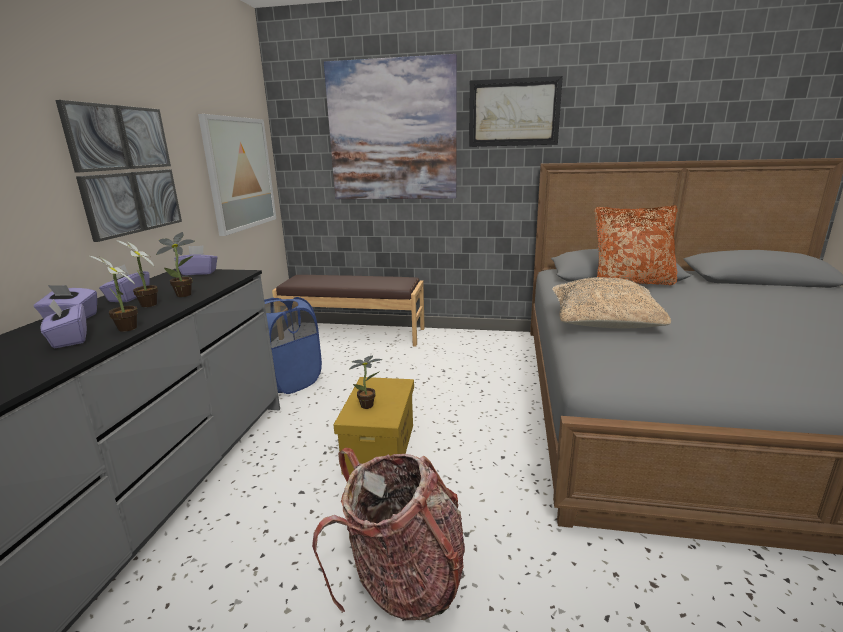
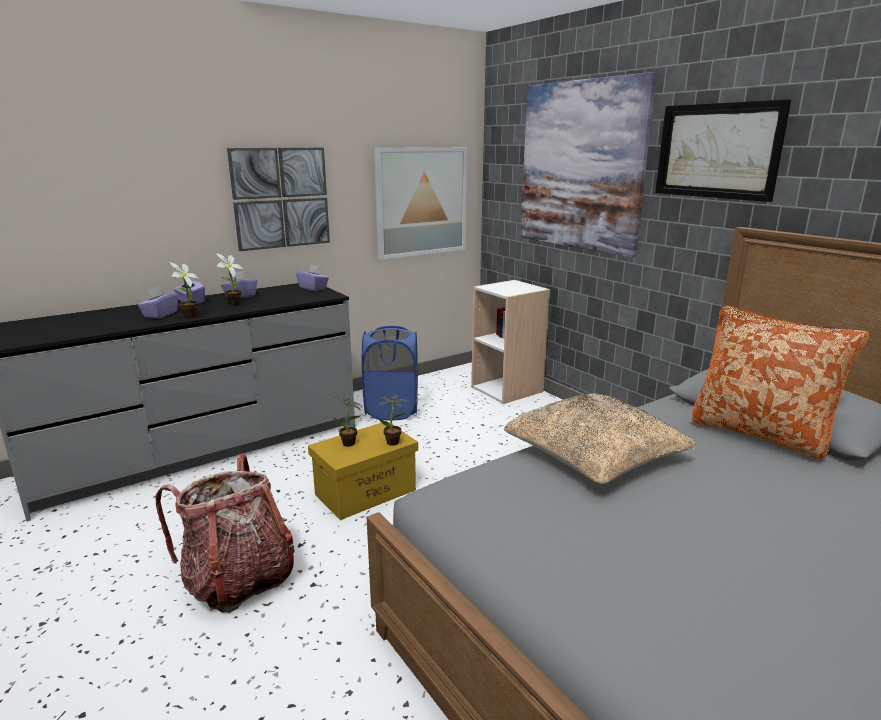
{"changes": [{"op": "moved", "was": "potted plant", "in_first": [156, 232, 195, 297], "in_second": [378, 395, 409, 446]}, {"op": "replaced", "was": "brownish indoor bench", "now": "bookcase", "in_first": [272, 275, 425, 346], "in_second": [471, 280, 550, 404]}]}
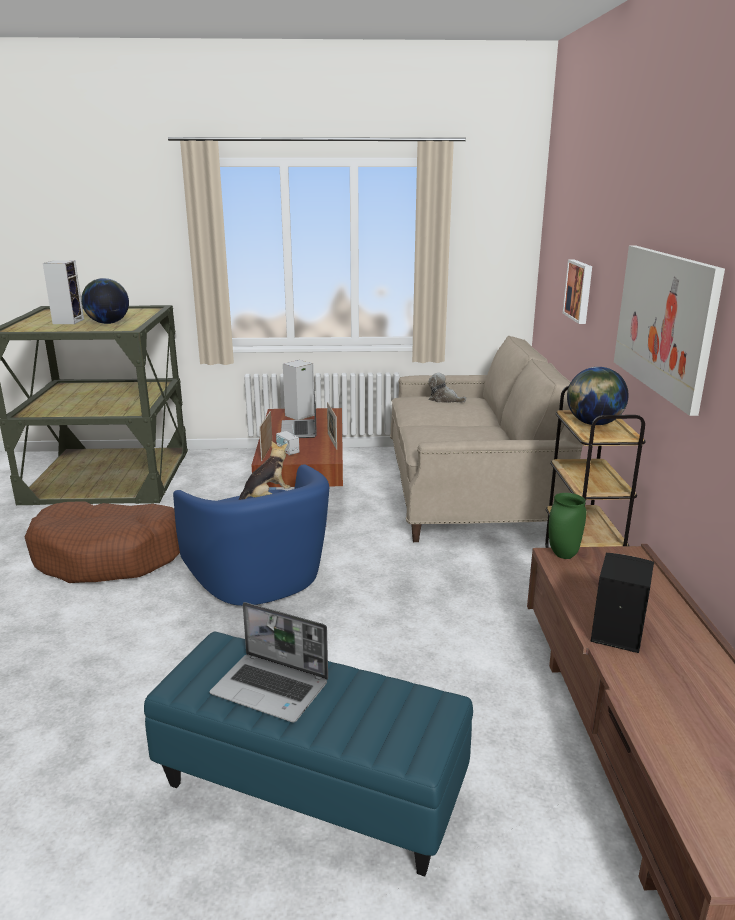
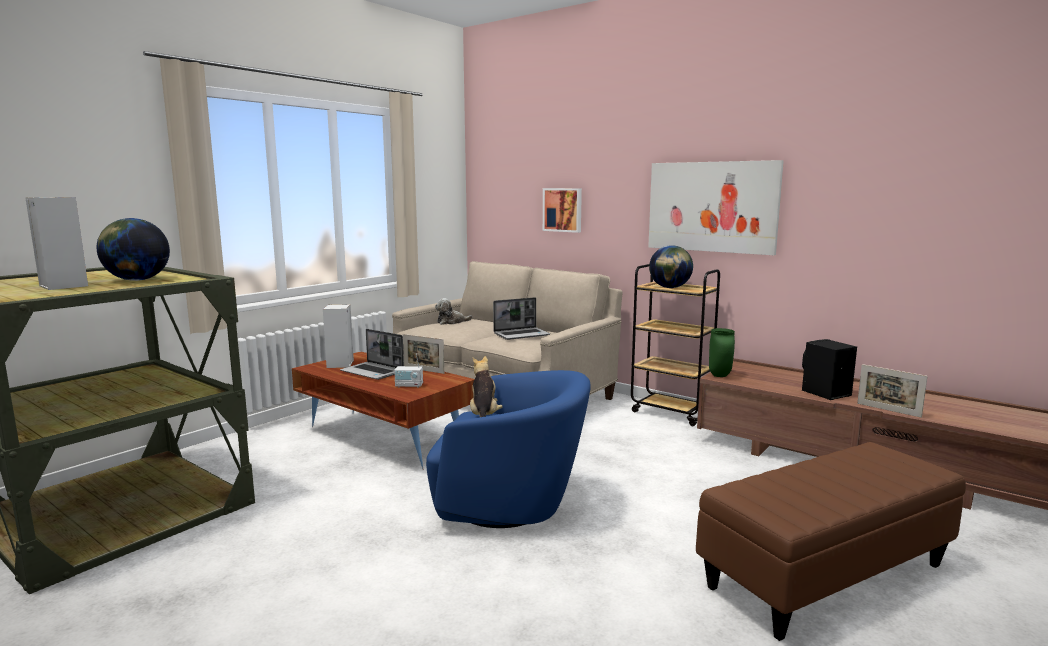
{"changes": [{"op": "moved", "was": "notebook computer", "in_first": [210, 602, 328, 722], "in_second": [493, 297, 550, 340]}, {"op": "recoloured", "was": "blue ottoman", "now": "brownish ottoman", "in_first": [144, 632, 473, 877], "in_second": [696, 442, 966, 641]}, {"op": "moved", "was": "photo frame", "in_first": [259, 411, 272, 461], "in_second": [857, 364, 928, 418]}, {"op": "removed", "was": "brownish dog bed", "in_first": [25, 501, 180, 583]}]}
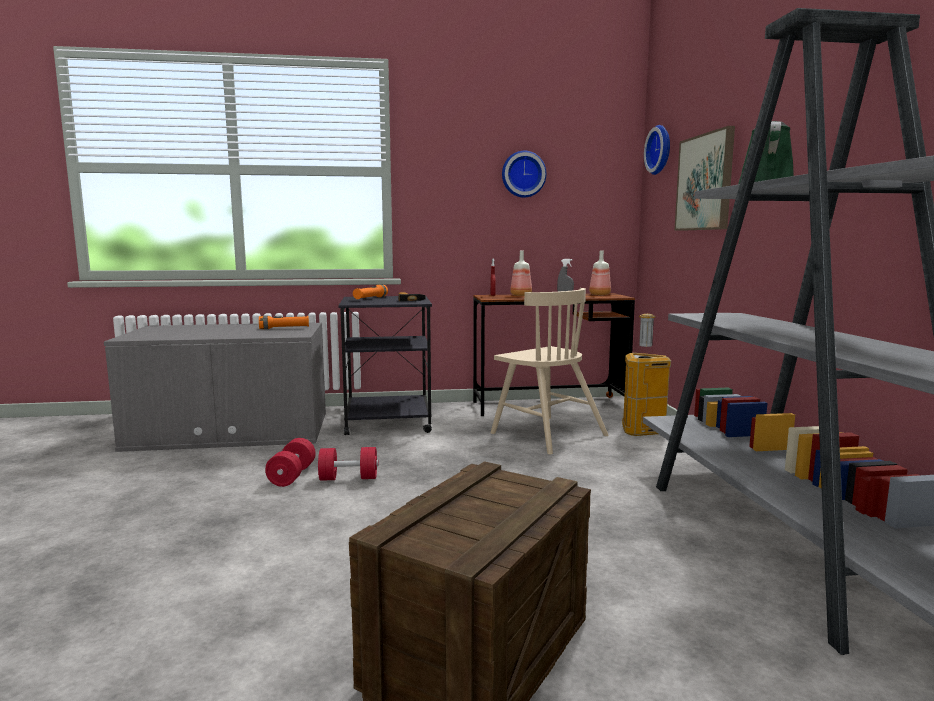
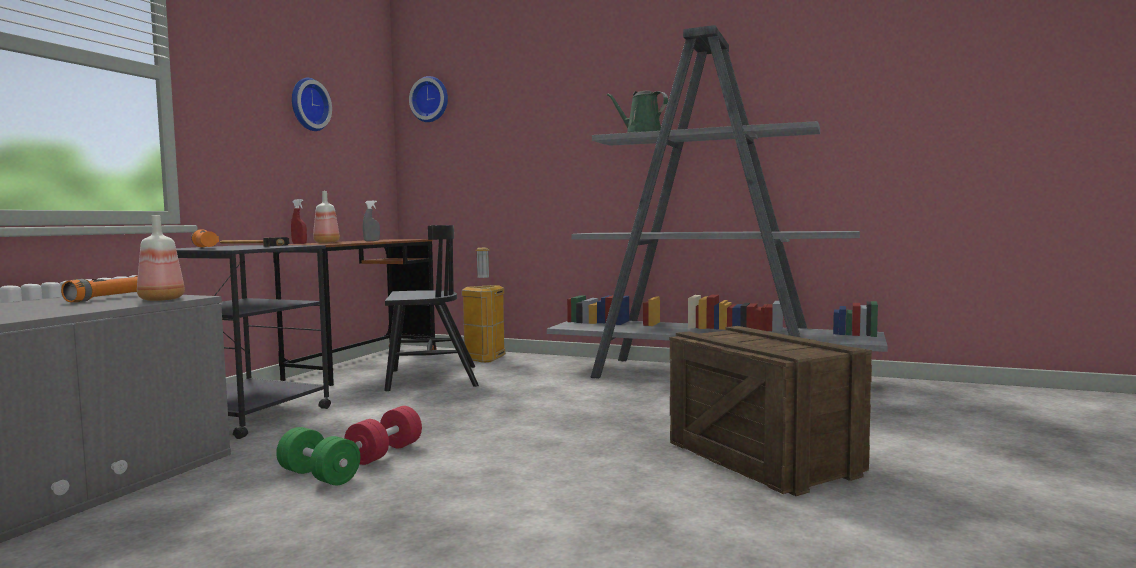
{"changes": [{"op": "moved", "was": "drink bottle", "in_first": [589, 250, 611, 295], "in_second": [137, 215, 185, 301]}, {"op": "recoloured", "was": "reddish free weight", "now": "greenish free weight", "in_first": [265, 438, 316, 487], "in_second": [276, 427, 360, 485]}, {"op": "recoloured", "was": "beige upright chair", "now": "black-coloured upright chair", "in_first": [491, 288, 609, 454], "in_second": [384, 225, 479, 391]}, {"op": "removed", "was": "wall picture", "in_first": [674, 126, 735, 231]}]}
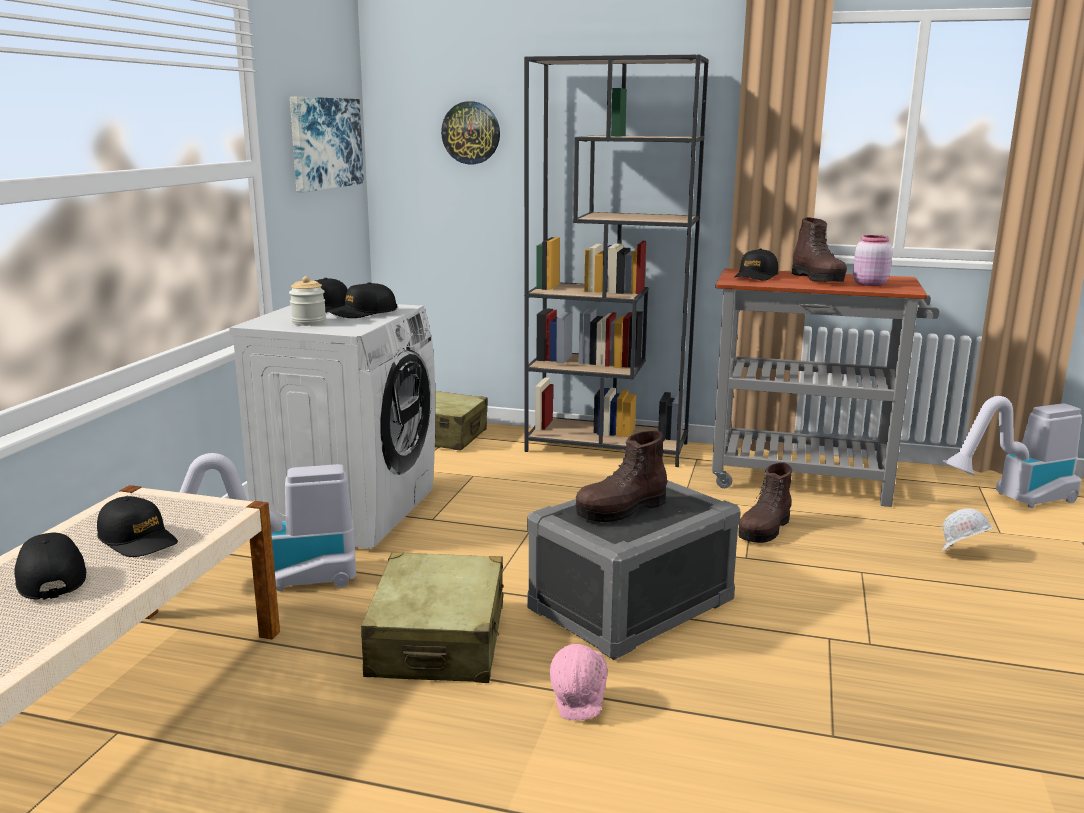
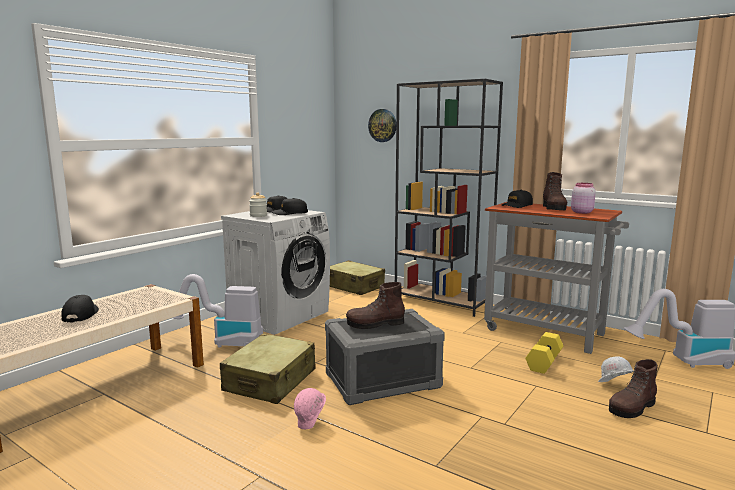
{"changes": [{"op": "added", "now": "yellow free weight", "in_second": [525, 332, 563, 374]}, {"op": "moved", "was": "brownish boot", "in_first": [738, 462, 792, 543], "in_second": [609, 359, 658, 418]}, {"op": "removed", "was": "black-coloured baseball cap", "in_first": [97, 496, 178, 557]}, {"op": "removed", "was": "wall picture", "in_first": [290, 97, 364, 192]}]}
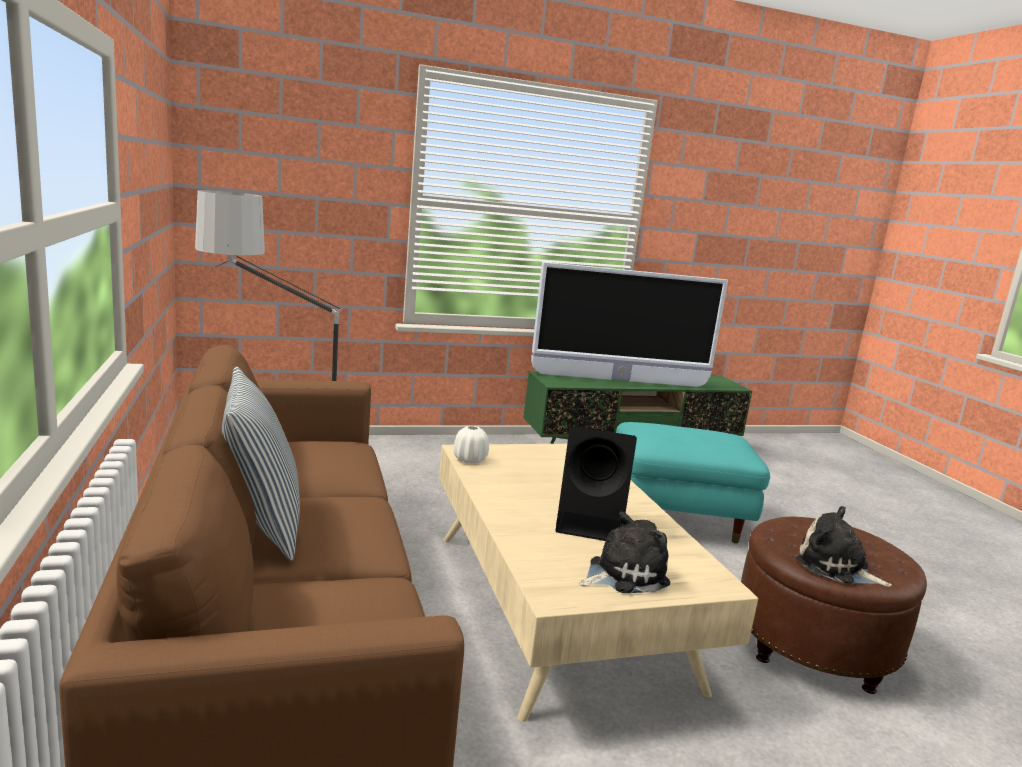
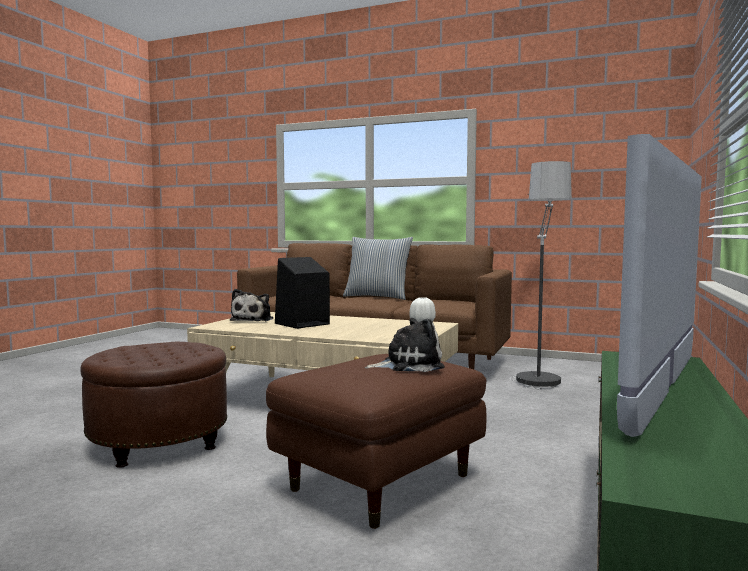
{"changes": [{"op": "recoloured", "was": "blue-green ottoman", "now": "brownish ottoman", "in_first": [616, 422, 770, 544], "in_second": [266, 354, 486, 529]}, {"op": "moved", "was": "cuddly toy", "in_first": [796, 506, 892, 587], "in_second": [365, 318, 445, 372]}]}
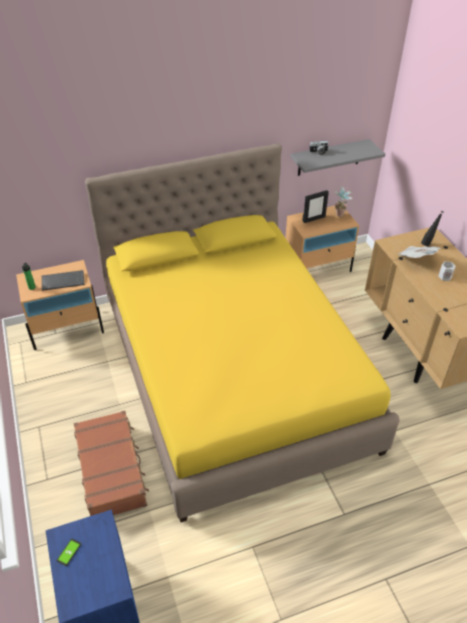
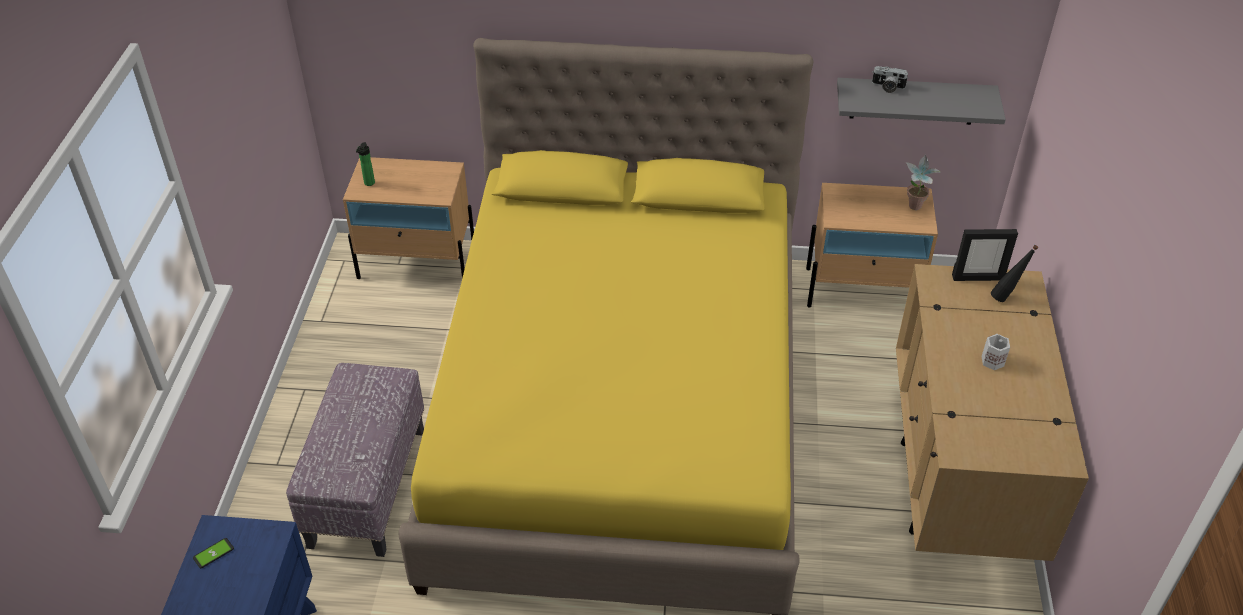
{"changes": [{"op": "replaced", "was": "brownish piece of luggage", "now": "ottoman", "in_first": [74, 411, 149, 516], "in_second": [286, 363, 425, 557]}, {"op": "moved", "was": "photo frame", "in_first": [302, 190, 329, 223], "in_second": [952, 229, 1018, 281]}, {"op": "removed", "was": "keyboard", "in_first": [42, 270, 84, 291]}, {"op": "removed", "was": "newspaper", "in_first": [399, 246, 441, 258]}]}
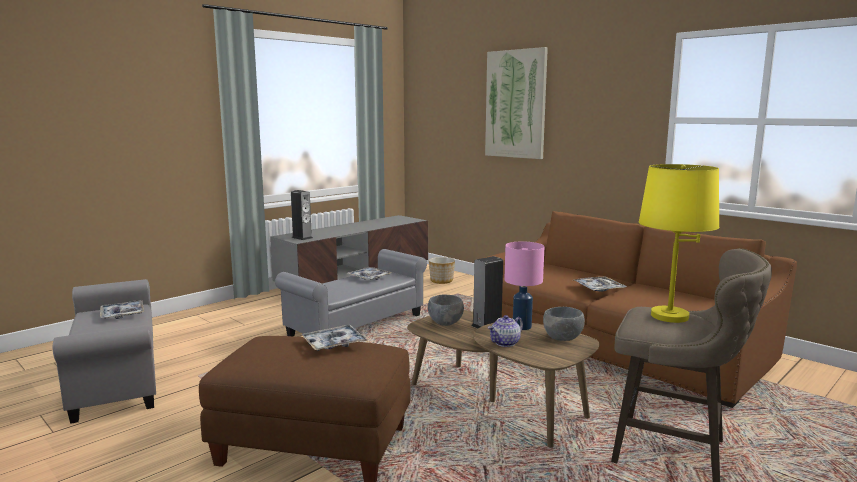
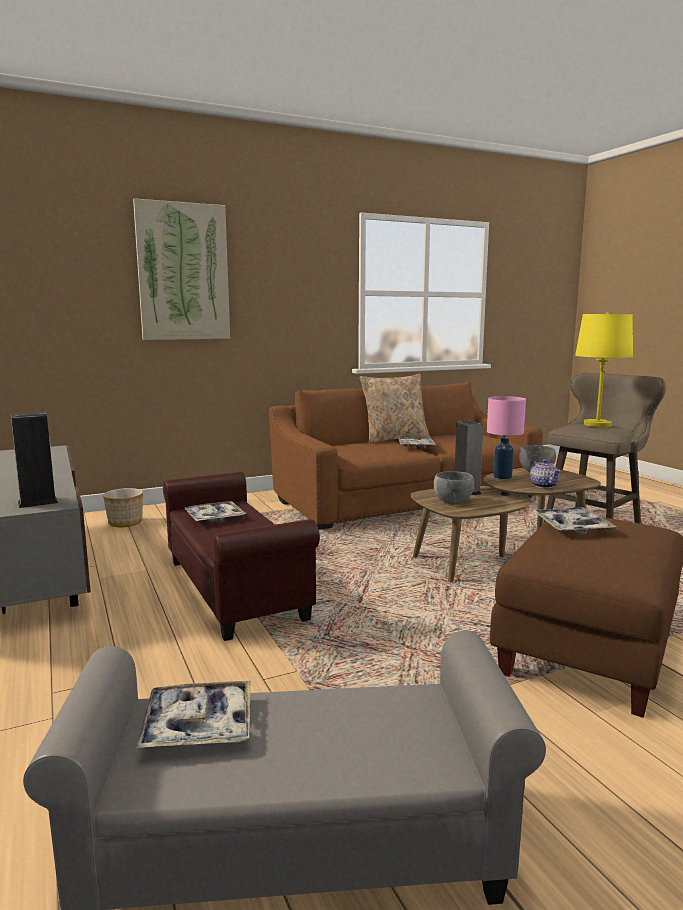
{"changes": [{"op": "recoloured", "was": "gray ottoman", "now": "brownish ottoman", "in_first": [275, 249, 427, 336], "in_second": [163, 472, 320, 641]}, {"op": "added", "now": "beige throw pillow", "in_second": [360, 374, 431, 444]}]}
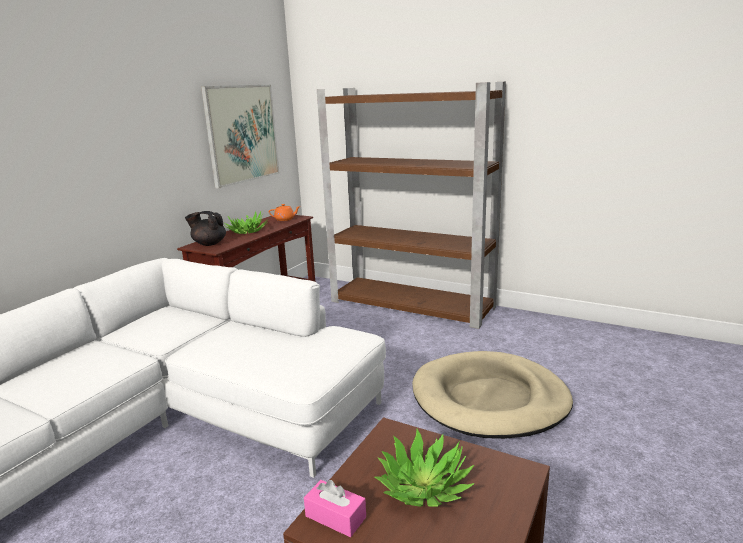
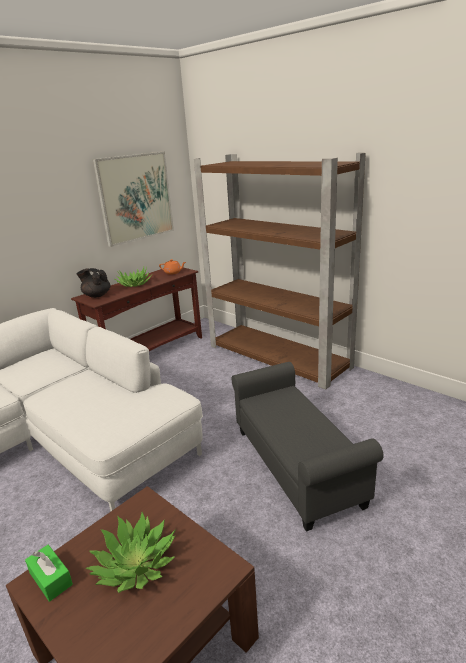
{"changes": [{"op": "recoloured", "was": "pinkish box of tissues", "now": "greenish box of tissues", "in_first": [304, 480, 366, 537], "in_second": [25, 545, 73, 602]}, {"op": "replaced", "was": "beige dog bed", "now": "gray ottoman", "in_first": [412, 351, 573, 439], "in_second": [232, 362, 384, 532]}]}
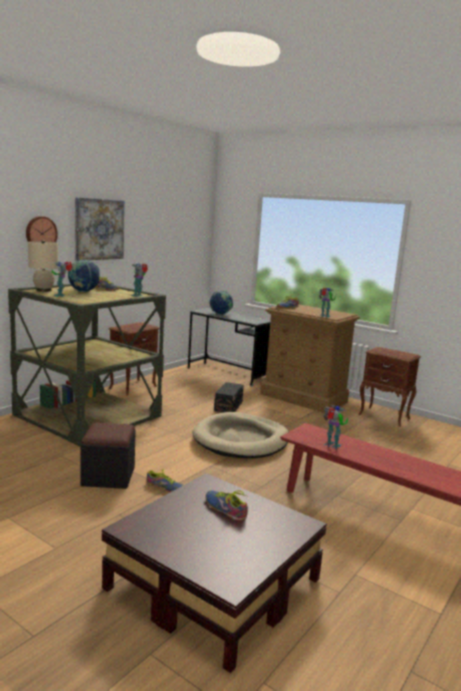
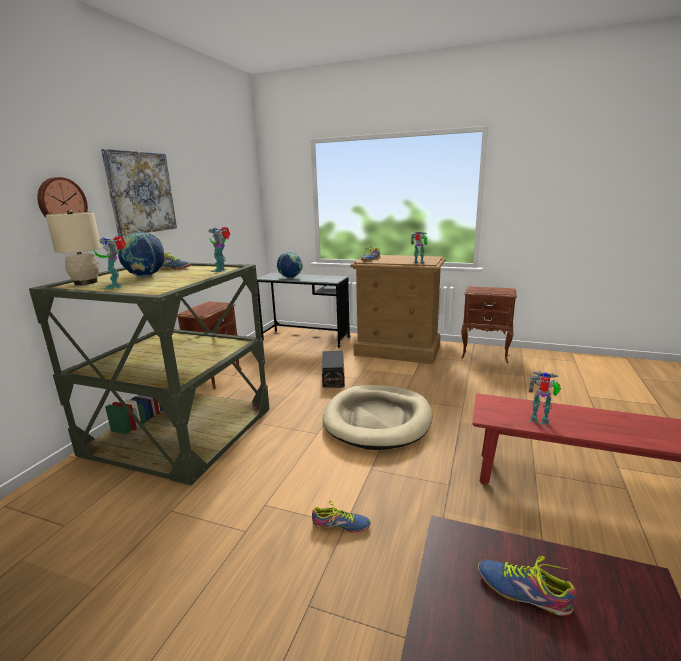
{"changes": [{"op": "removed", "was": "black-coloured ottoman", "in_first": [80, 422, 136, 489]}]}
